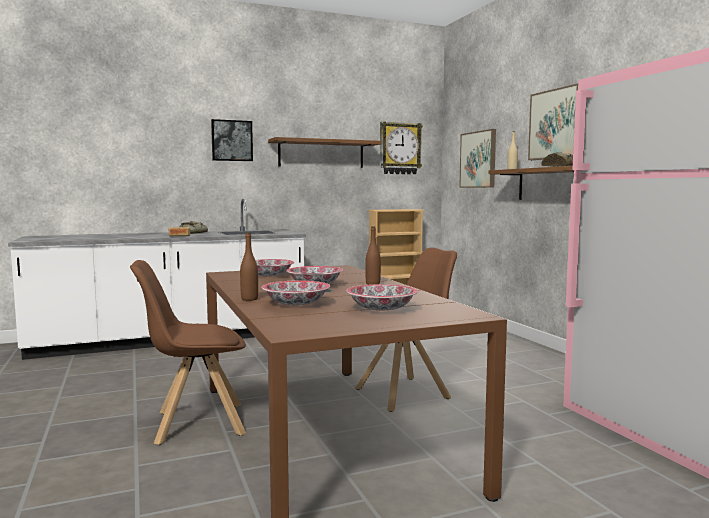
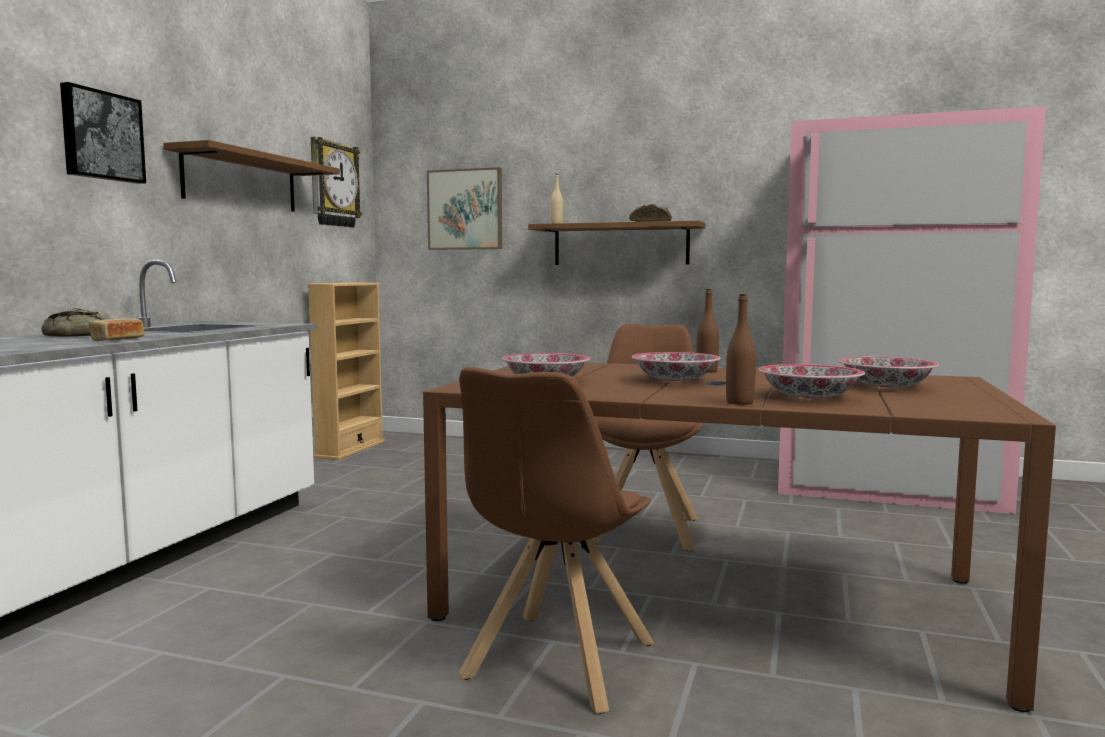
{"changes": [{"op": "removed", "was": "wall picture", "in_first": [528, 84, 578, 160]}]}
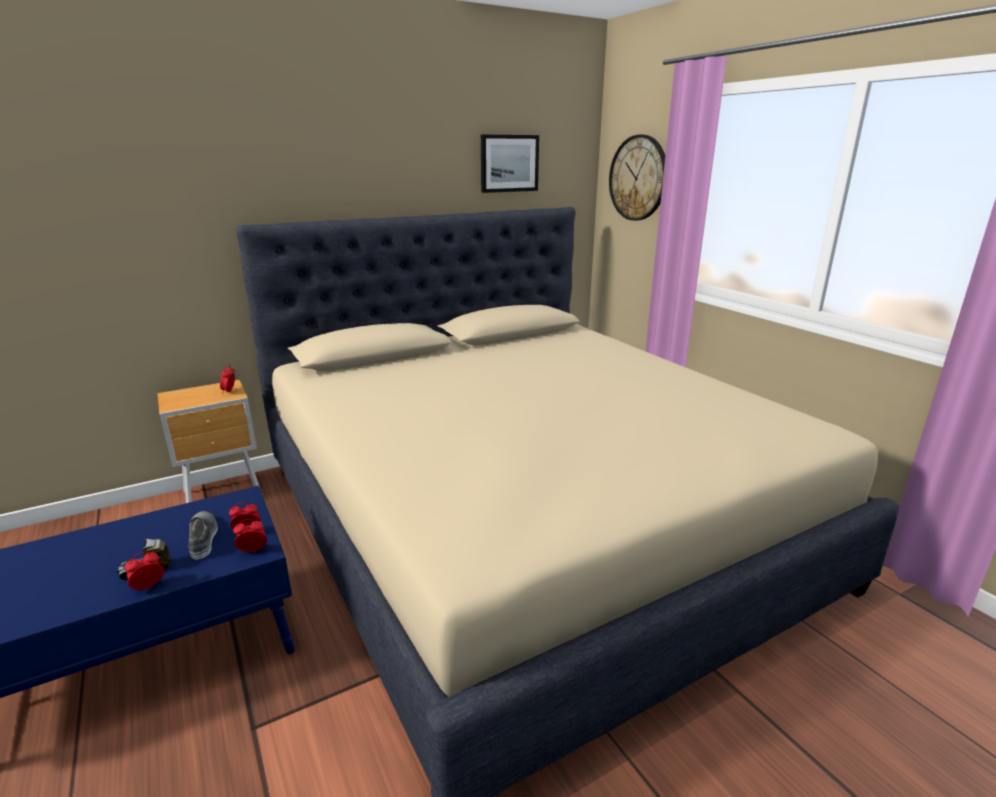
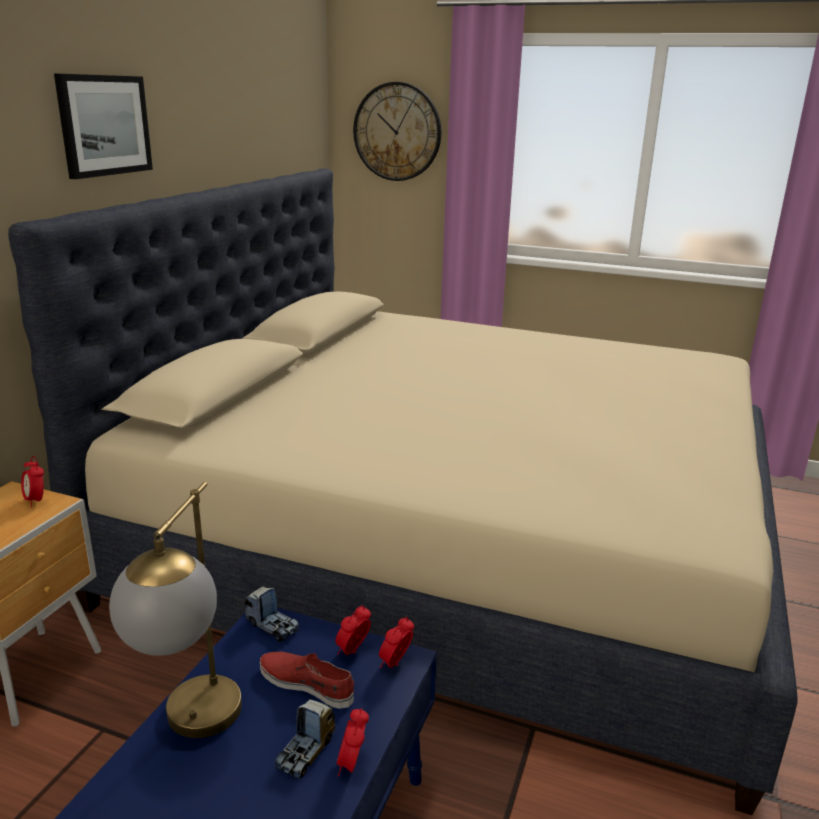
{"changes": [{"op": "moved", "was": "wall picture", "in_first": [481, 135, 539, 193], "in_second": [54, 74, 153, 179]}, {"op": "added", "now": "tabletop lamp", "in_second": [109, 482, 242, 738]}, {"op": "added", "now": "toy truck", "in_second": [245, 587, 300, 642]}, {"op": "recoloured", "was": "gray item of footwear", "now": "reddish item of footwear", "in_first": [188, 511, 218, 560], "in_second": [260, 652, 354, 709]}]}
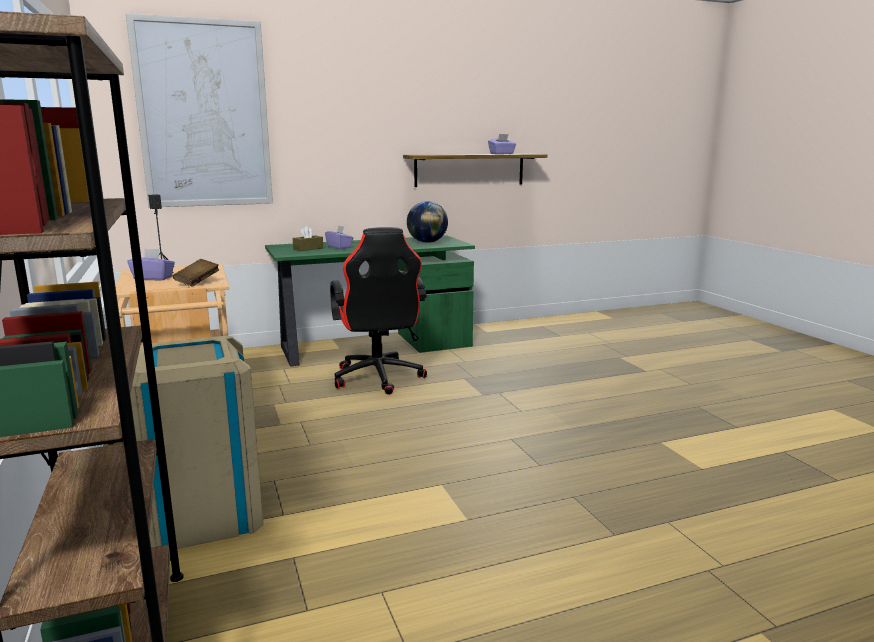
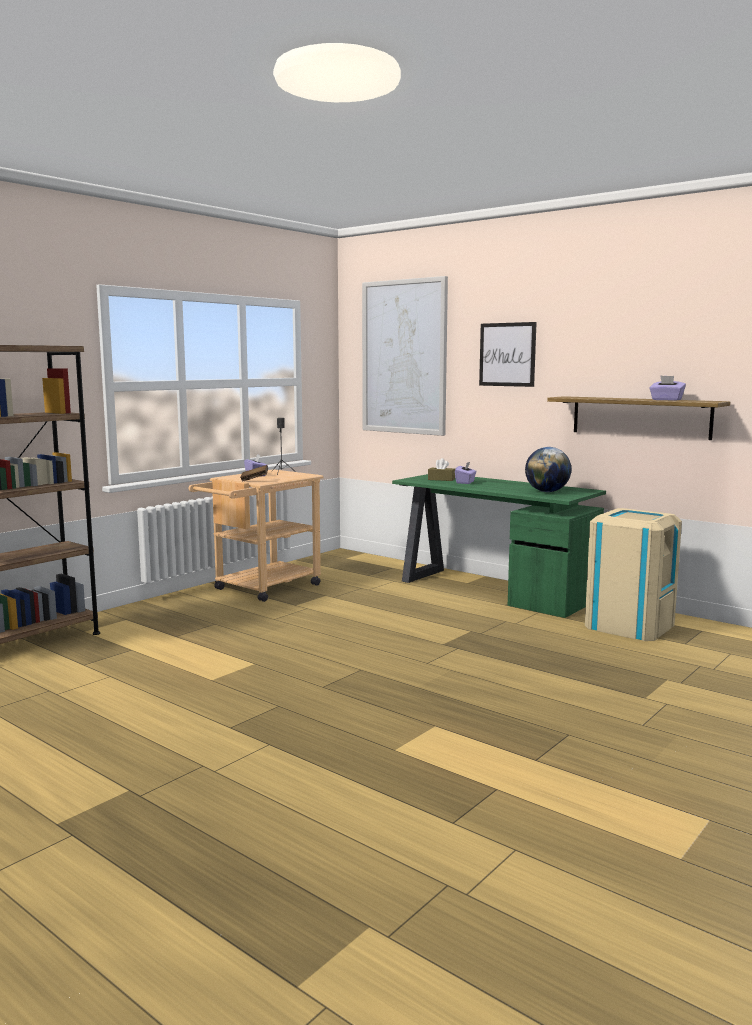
{"changes": [{"op": "added", "now": "wall picture", "in_second": [479, 322, 537, 387]}, {"op": "moved", "was": "beige trash can", "in_first": [130, 336, 263, 549], "in_second": [585, 508, 682, 641]}, {"op": "removed", "was": "black-coloured office chair", "in_first": [330, 227, 427, 395]}]}
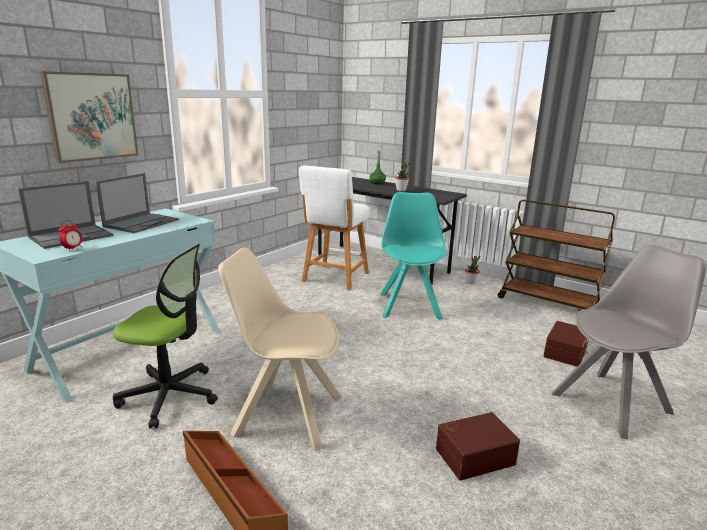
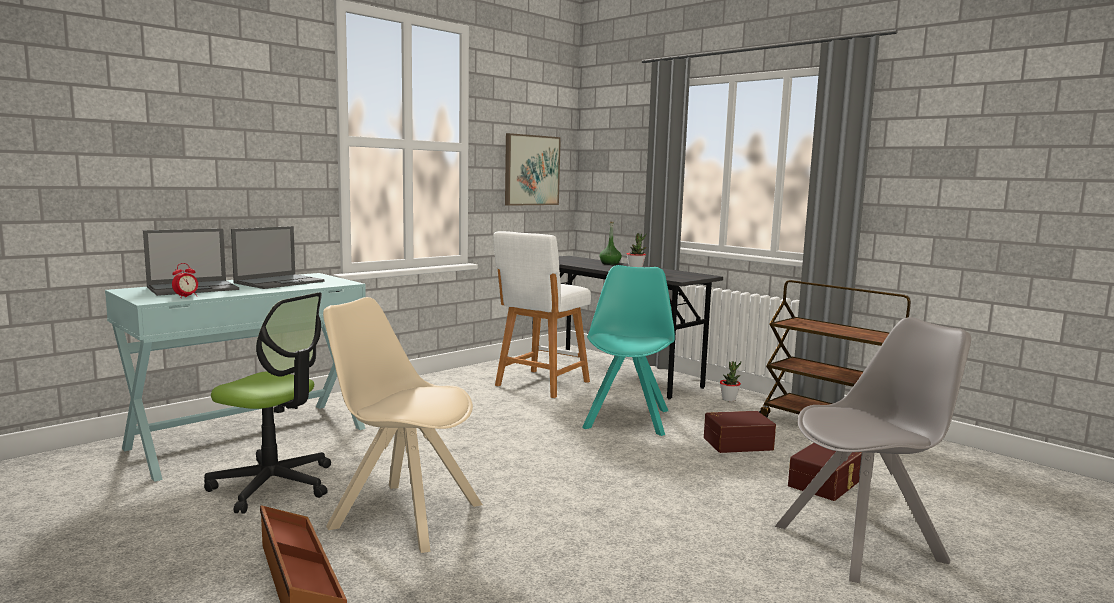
{"changes": [{"op": "moved", "was": "wall picture", "in_first": [40, 71, 138, 163], "in_second": [505, 133, 561, 206]}, {"op": "moved", "was": "brownish storage box", "in_first": [436, 412, 520, 481], "in_second": [704, 411, 776, 453]}]}
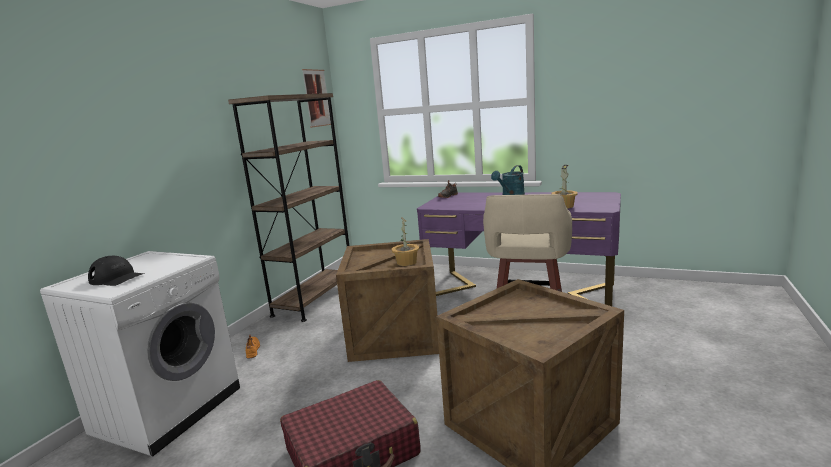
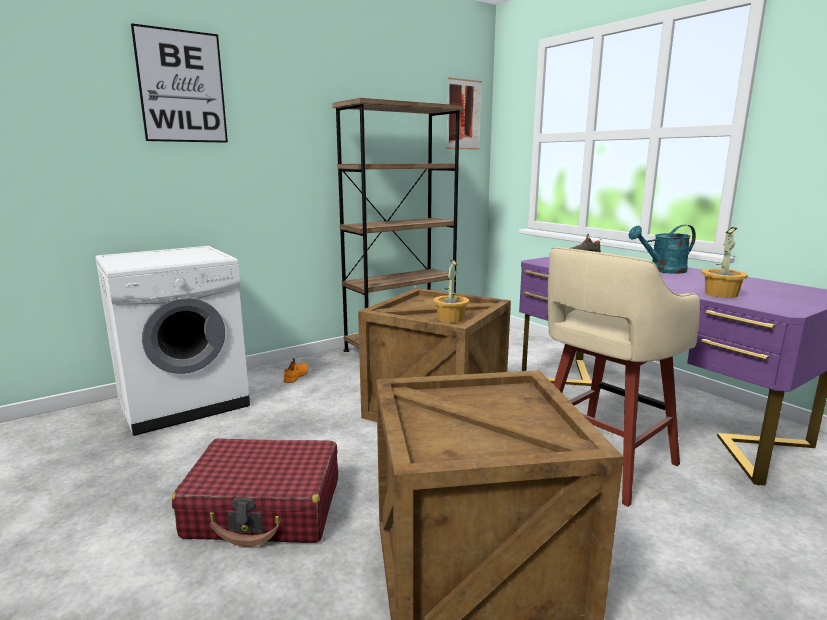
{"changes": [{"op": "added", "now": "wall picture", "in_second": [131, 23, 228, 143]}, {"op": "removed", "was": "black-coloured baseball cap", "in_first": [88, 256, 145, 286]}]}
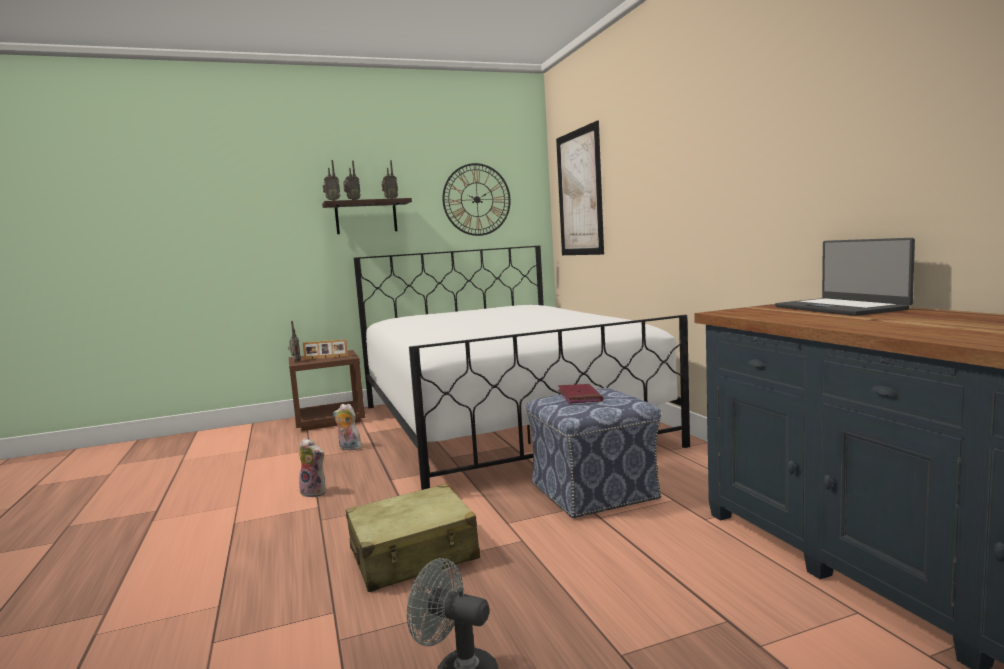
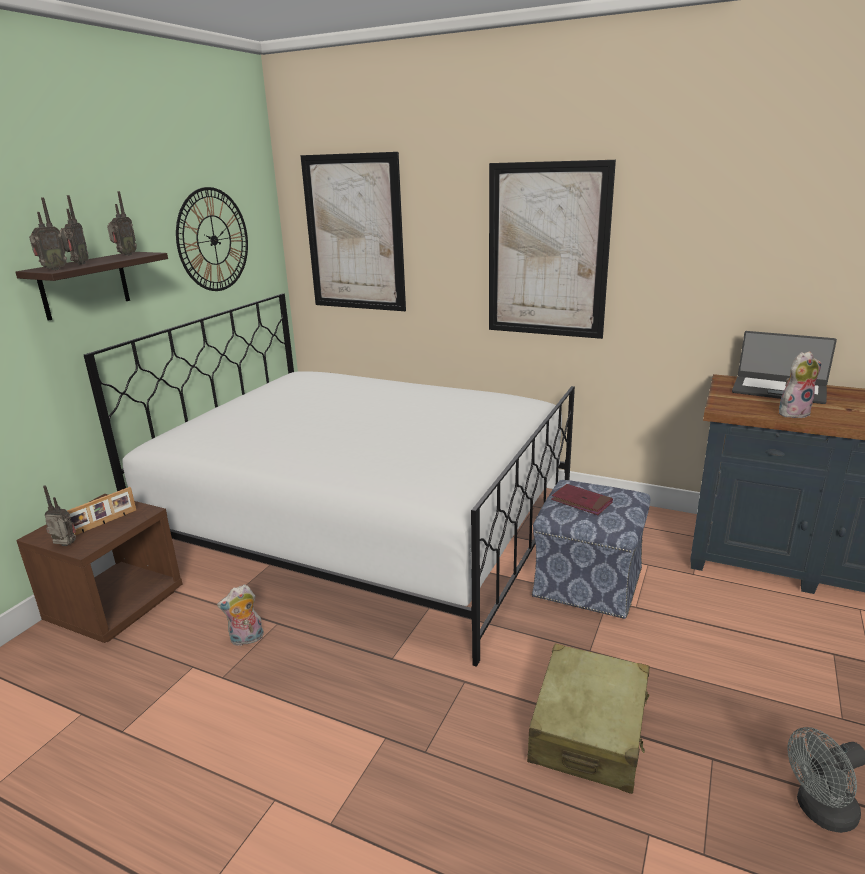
{"changes": [{"op": "added", "now": "wall picture", "in_second": [489, 160, 616, 339]}, {"op": "moved", "was": "cuddly toy", "in_first": [299, 438, 326, 498], "in_second": [779, 351, 822, 418]}]}
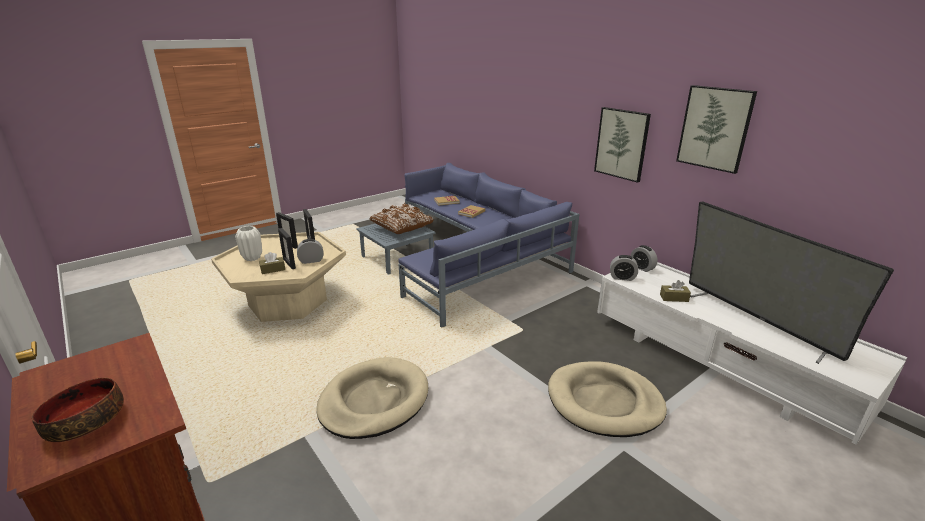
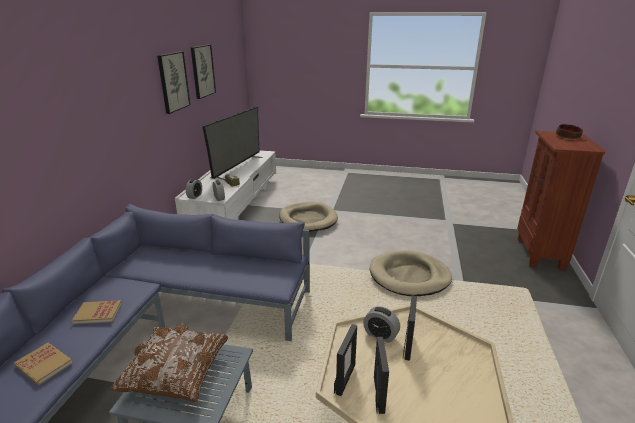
{"changes": [{"op": "moved", "was": "wall picture", "in_first": [594, 107, 651, 183], "in_second": [191, 44, 216, 99]}, {"op": "removed", "was": "whitish flower vase", "in_first": [235, 226, 262, 261]}, {"op": "removed", "was": "brownish box of tissues", "in_first": [259, 252, 285, 274]}]}
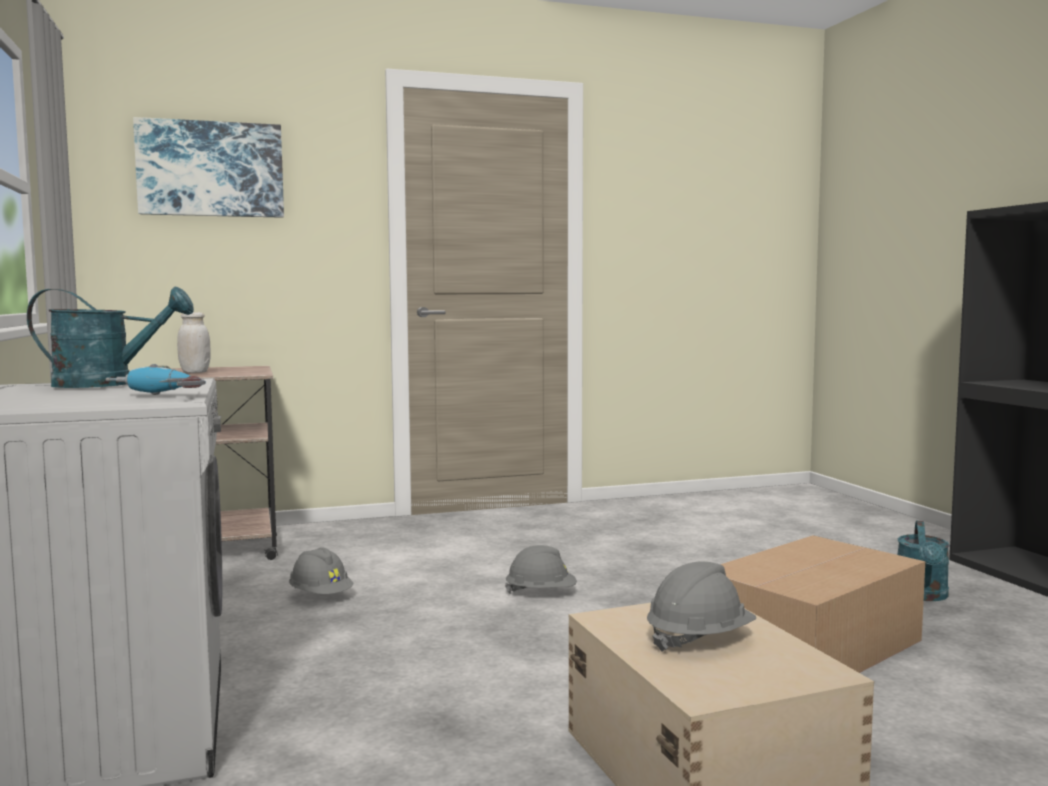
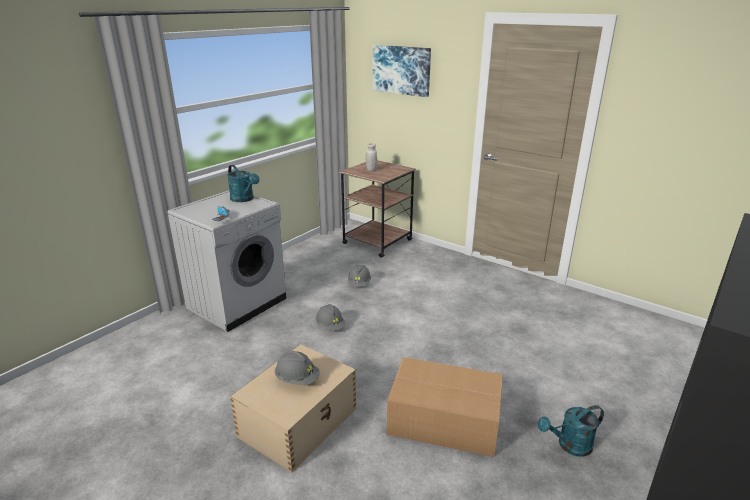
{"changes": [{"op": "moved", "was": "gray safety helmet", "in_first": [505, 545, 577, 594], "in_second": [316, 304, 345, 331]}]}
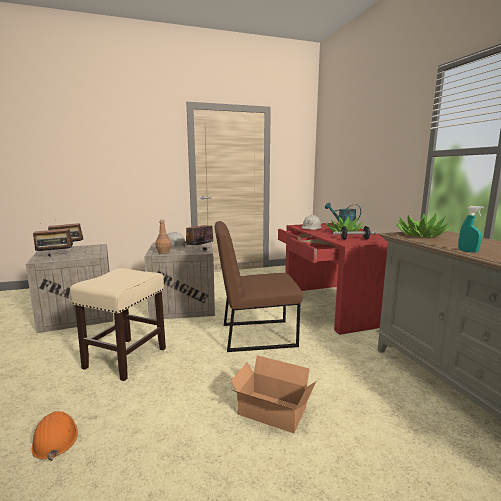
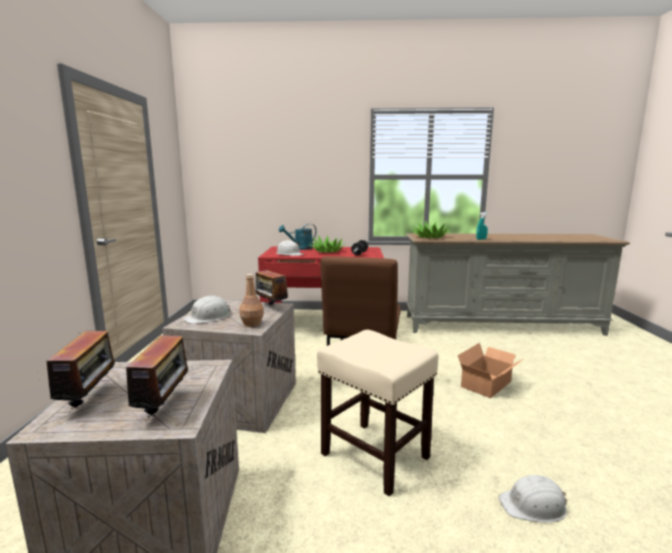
{"changes": [{"op": "recoloured", "was": "orangey safety helmet", "now": "whitish safety helmet", "in_first": [32, 411, 78, 461], "in_second": [499, 475, 567, 523]}]}
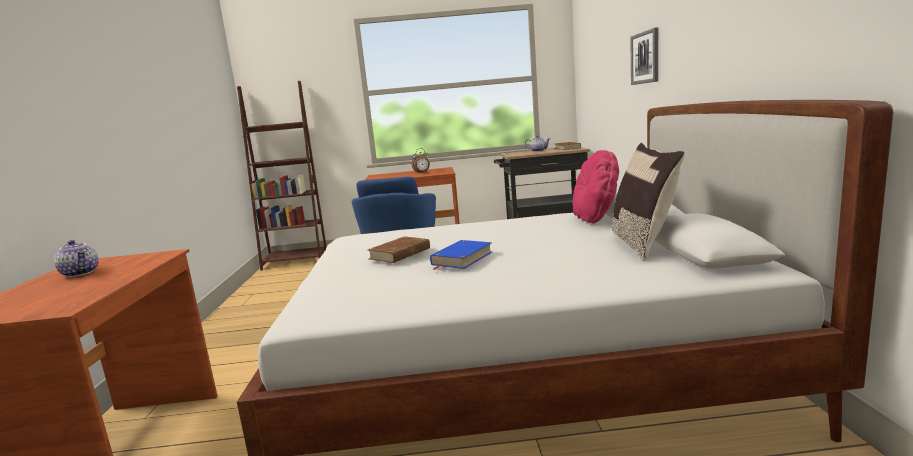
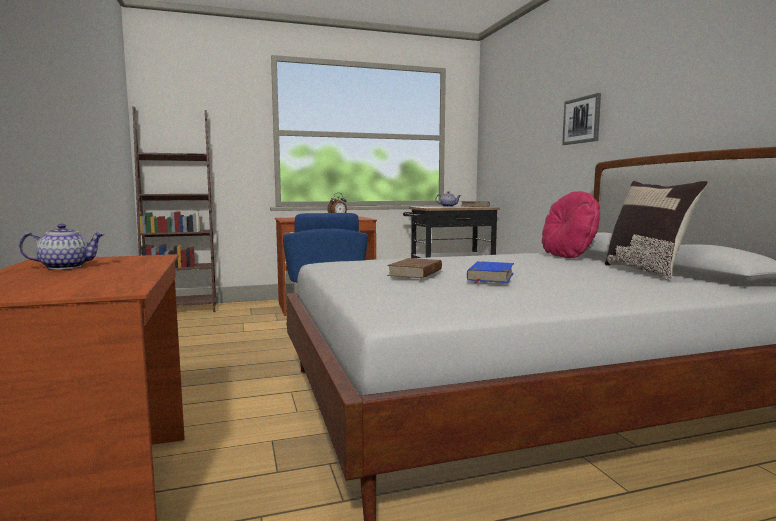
{"changes": [{"op": "turned", "was": "tea pot", "in_first": [54, 240, 99, 277], "in_second": [19, 224, 105, 270], "clockwise": -45}]}
